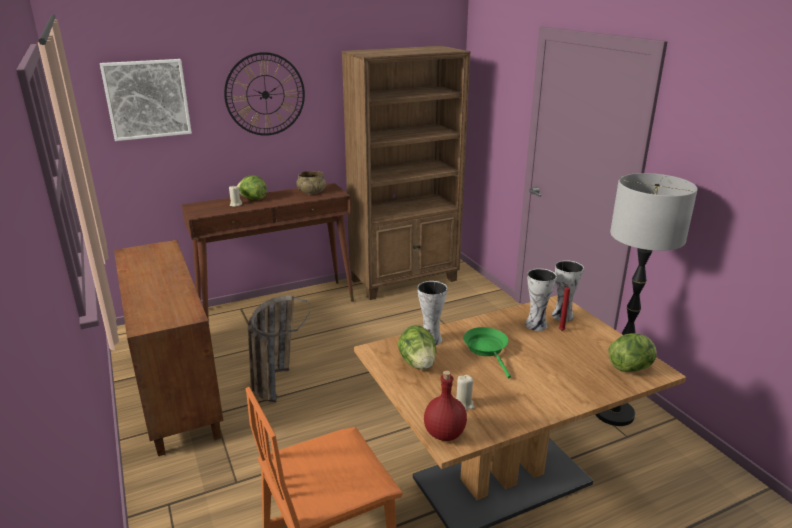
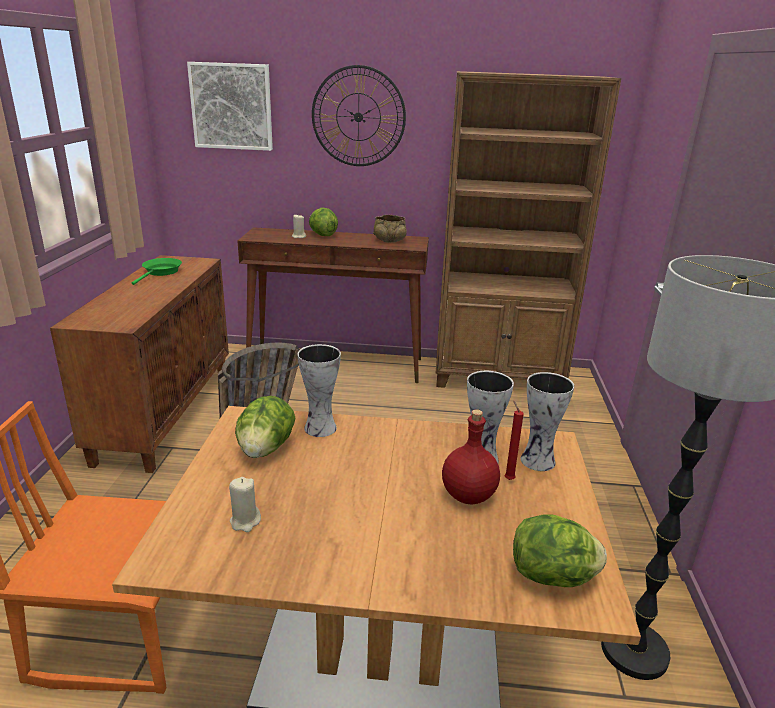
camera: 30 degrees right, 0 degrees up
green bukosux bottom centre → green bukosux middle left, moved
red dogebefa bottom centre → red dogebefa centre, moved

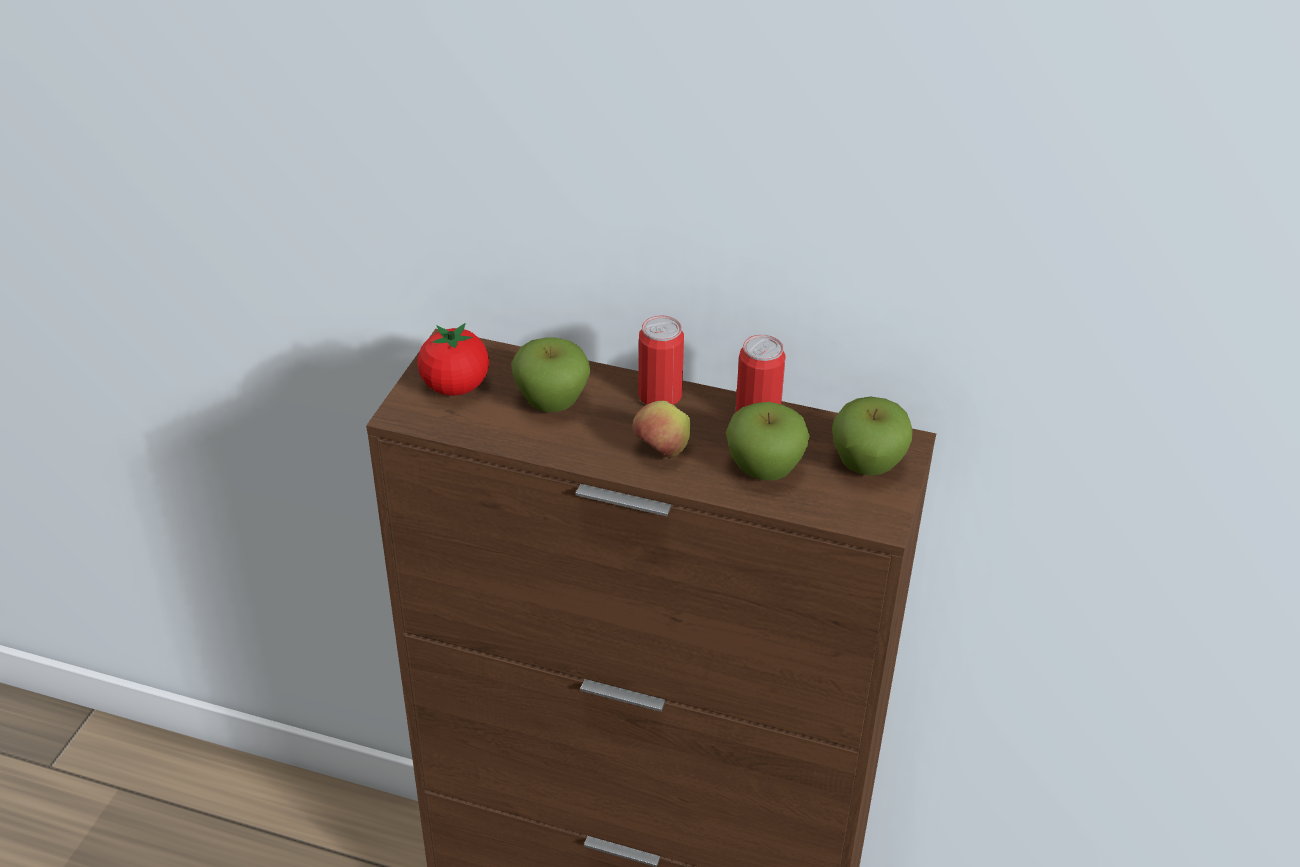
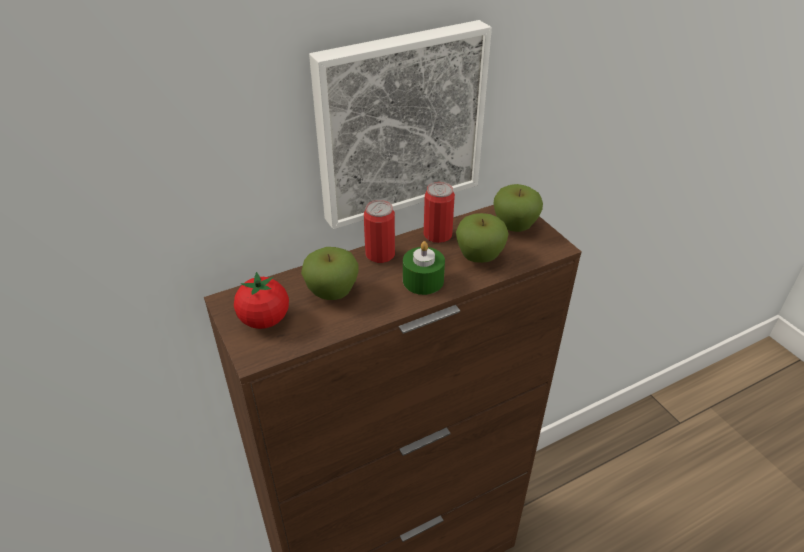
camera: 45 degrees left, 0 degrees up
- → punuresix top centre
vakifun (2nd from left) centre → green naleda centre

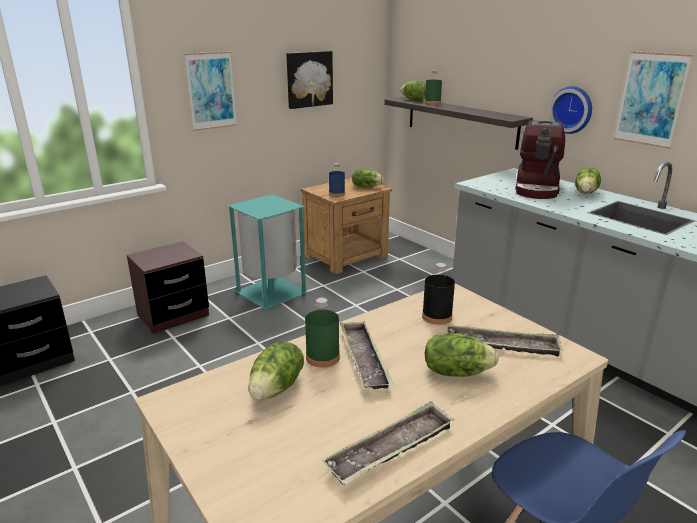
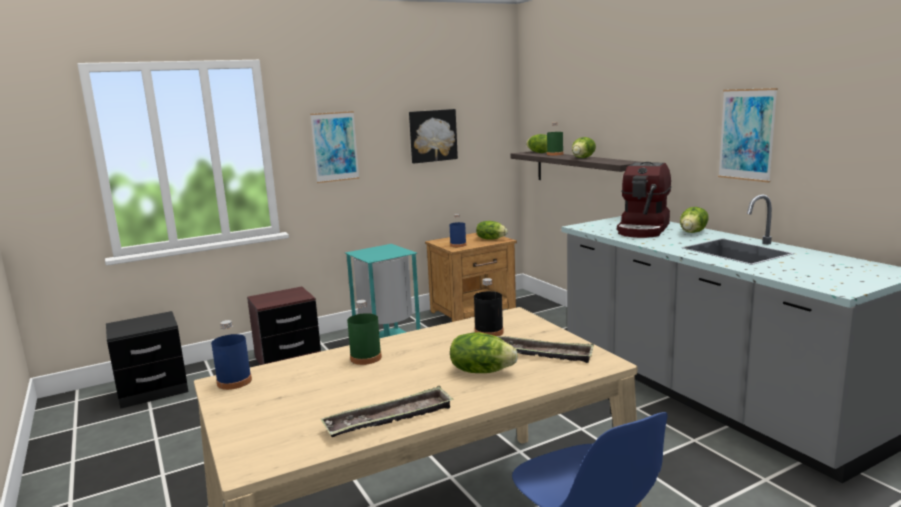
camera: 10 degrees right, 10 degrees down
- → blue dogebefa (1st from left) bottom left
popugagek (1st from left in the first image) bottom centre → popugagek (4th from left) top centre, moved
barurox (1st from left) bottom centre → -
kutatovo top right → -

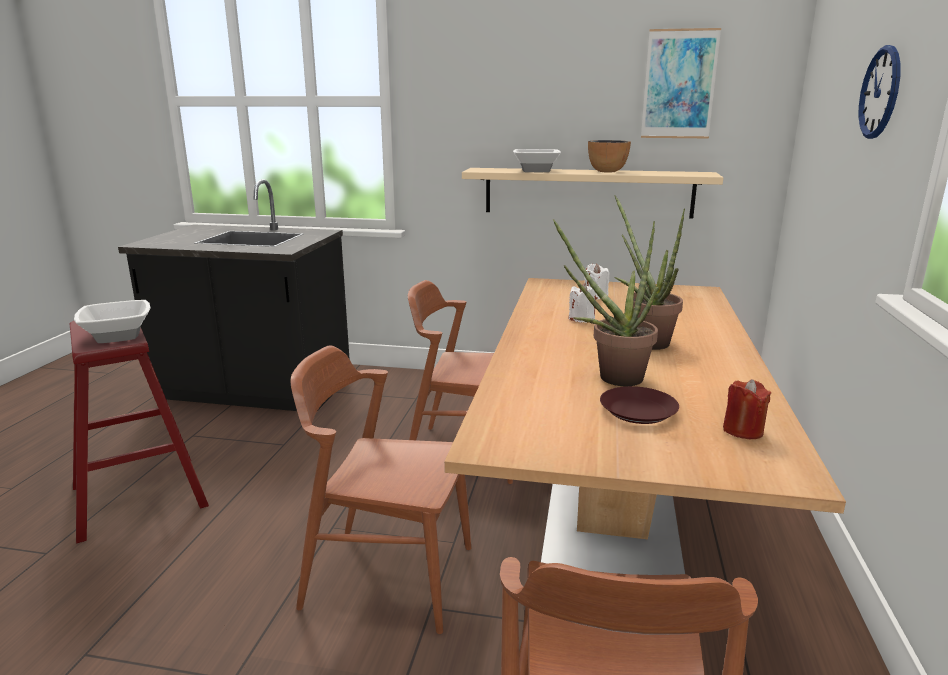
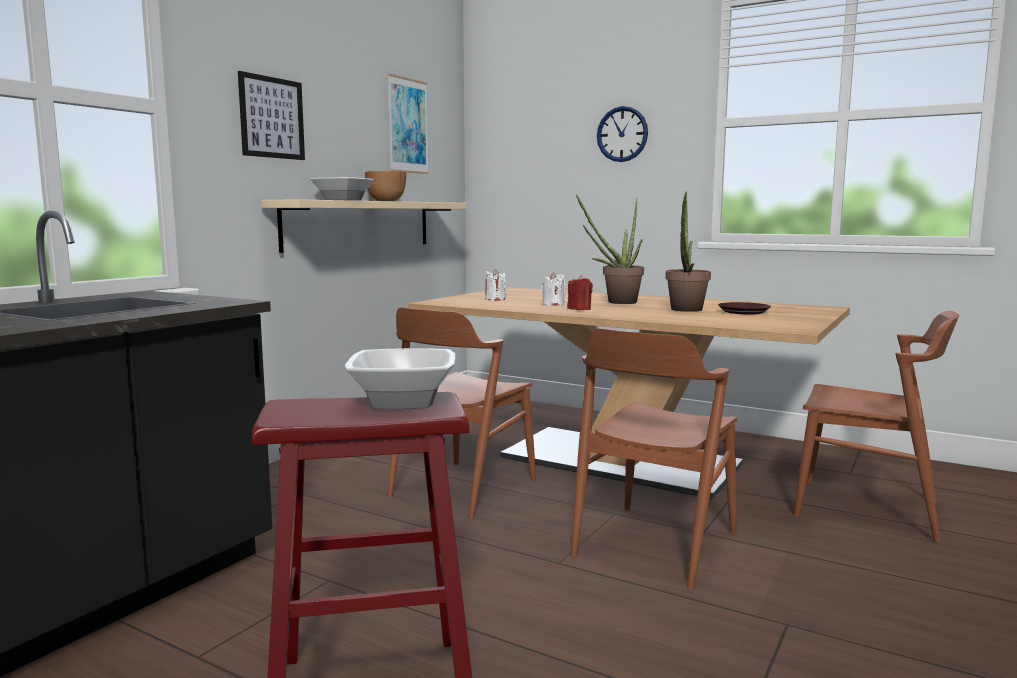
camera: 70 degrees left, 10 degrees down
- → punuresix (1st from left) top left
red naleda middle right → red naleda centre, moved

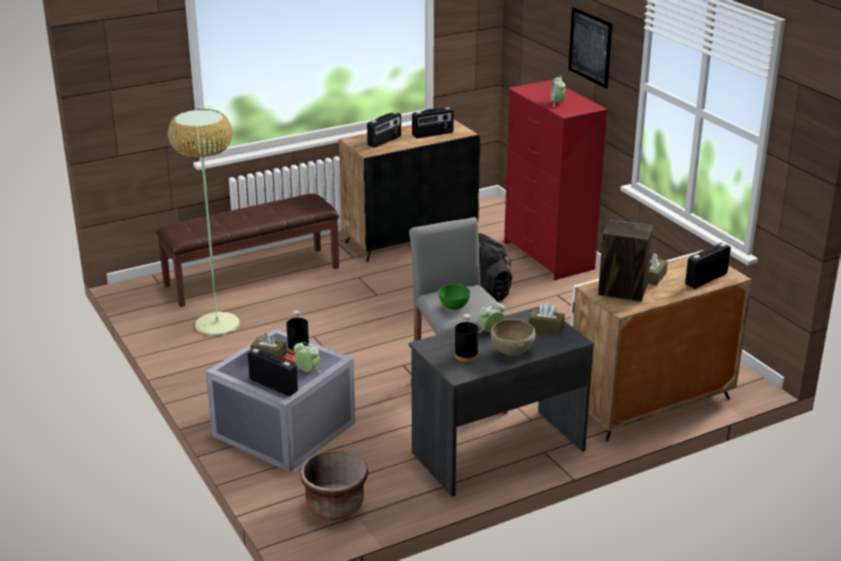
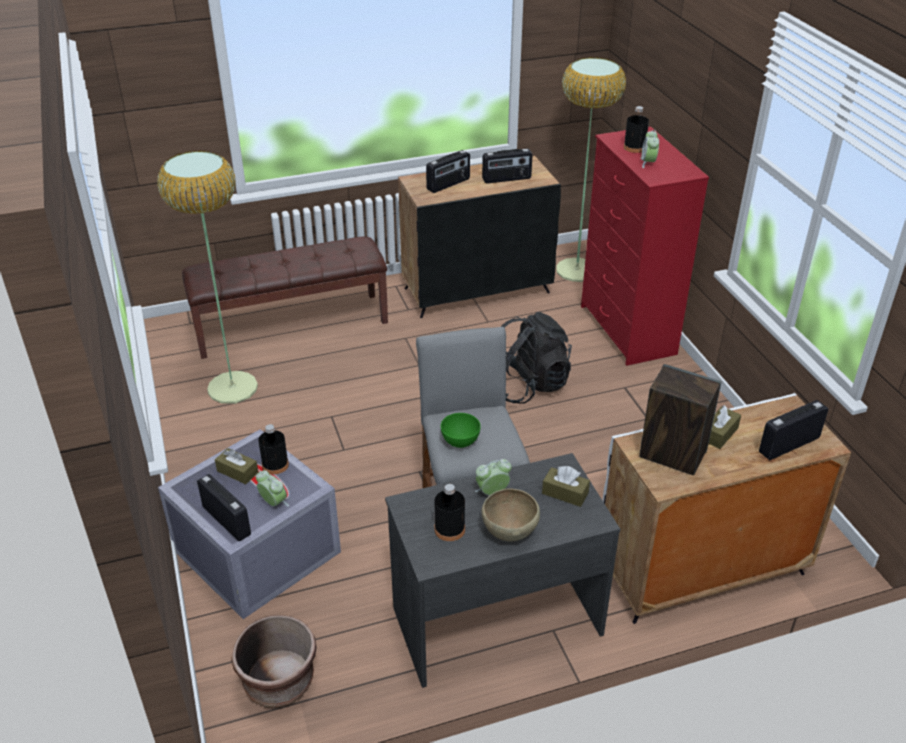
camera: 10 degrees right, 10 degrees up
- → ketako (2nd from left) top centre
- → black dogebefa (3rd from left) top right
punuresix top right → -

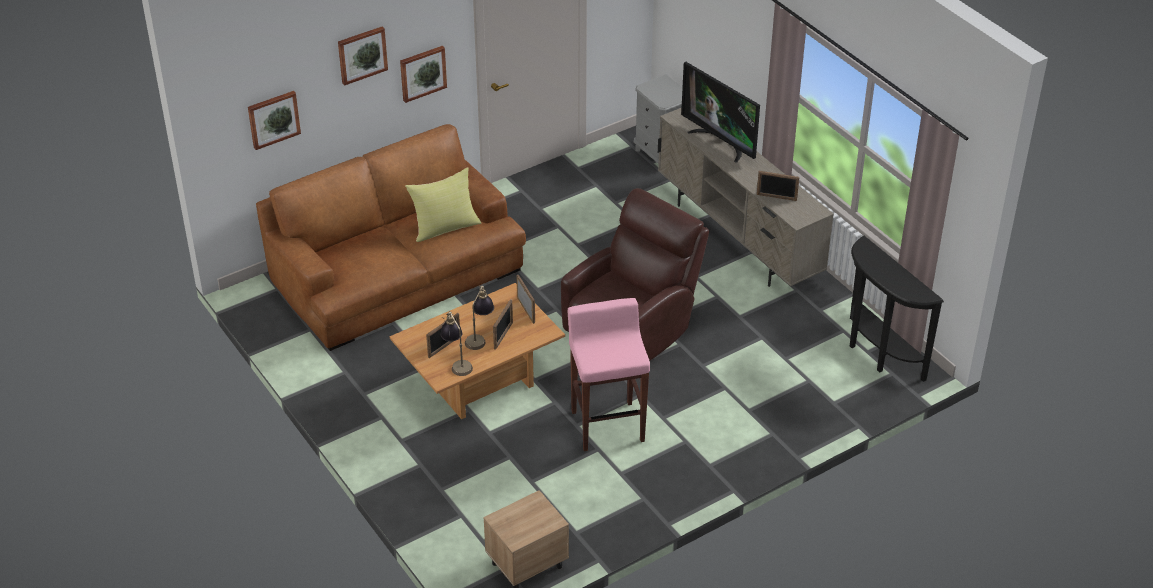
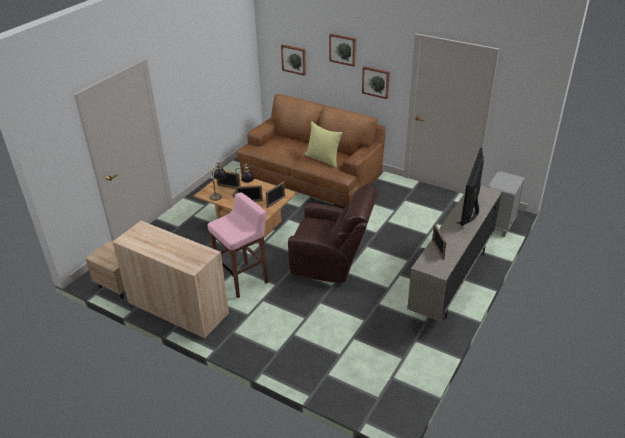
camera: 65 degrees right, 5 degrees down
- → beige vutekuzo middle left
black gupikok middle right → -

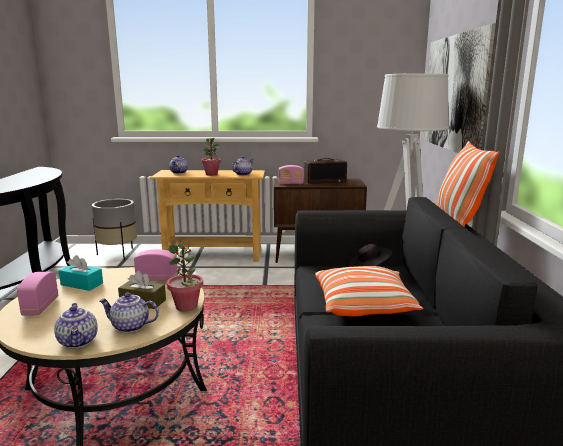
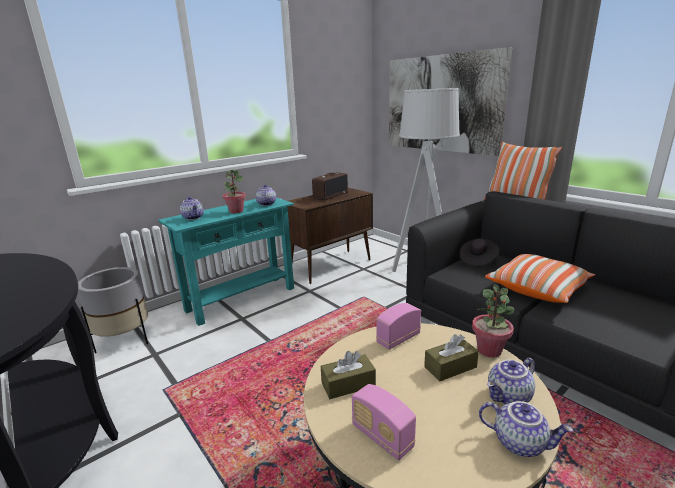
camera: 40 degrees left, 5 degrees up
beige gupikok centre → turquoise gupikok centre
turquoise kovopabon middle left → brown kovopabon (1st from left) bottom centre
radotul (3rd from left) centre → -

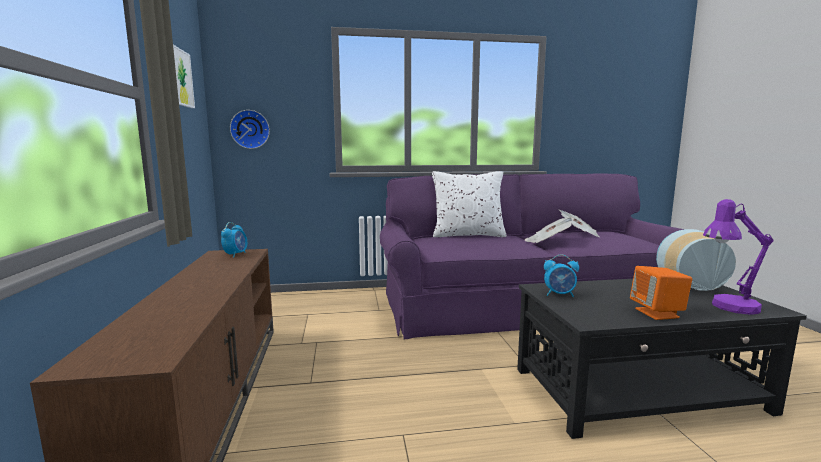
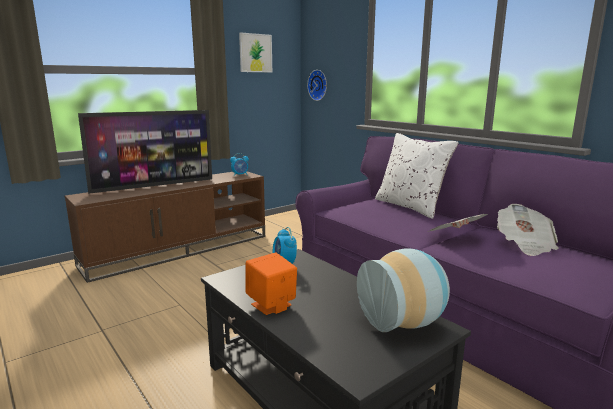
camera: 60 degrees right, 5 degrees up
- → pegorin middle left
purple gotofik middle right → -

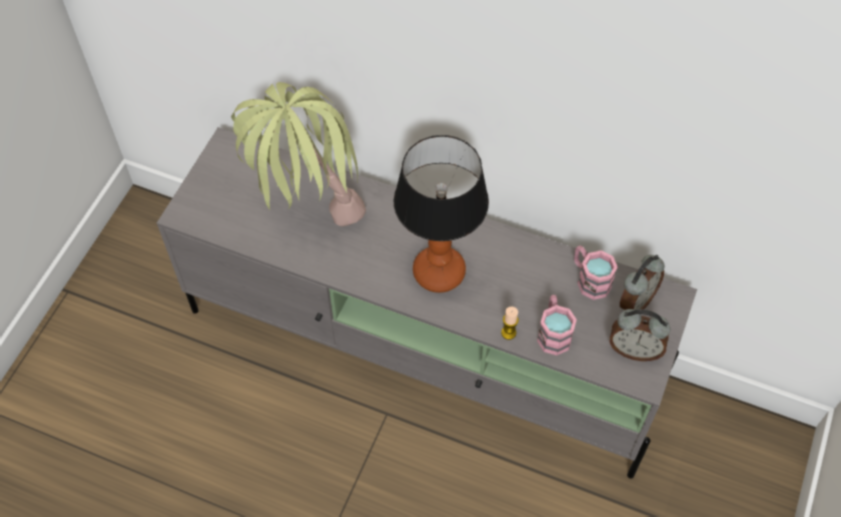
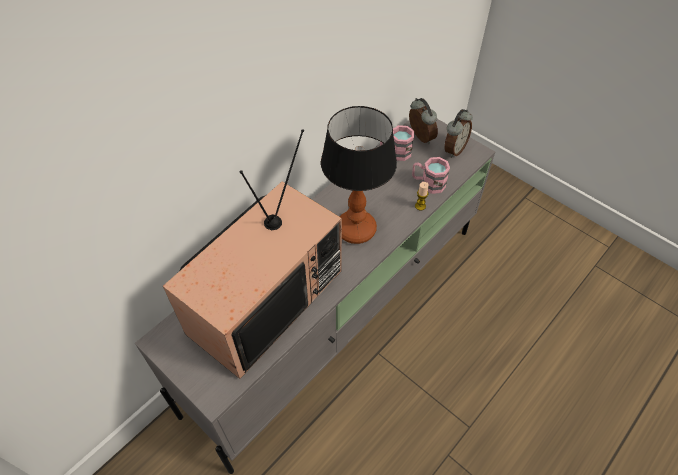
camera: 70 degrees left, 5 degrees down
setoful top centre → pegorin centre

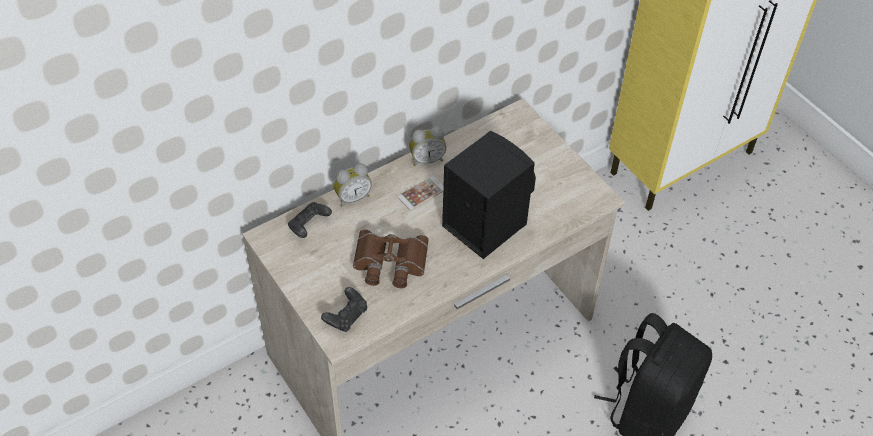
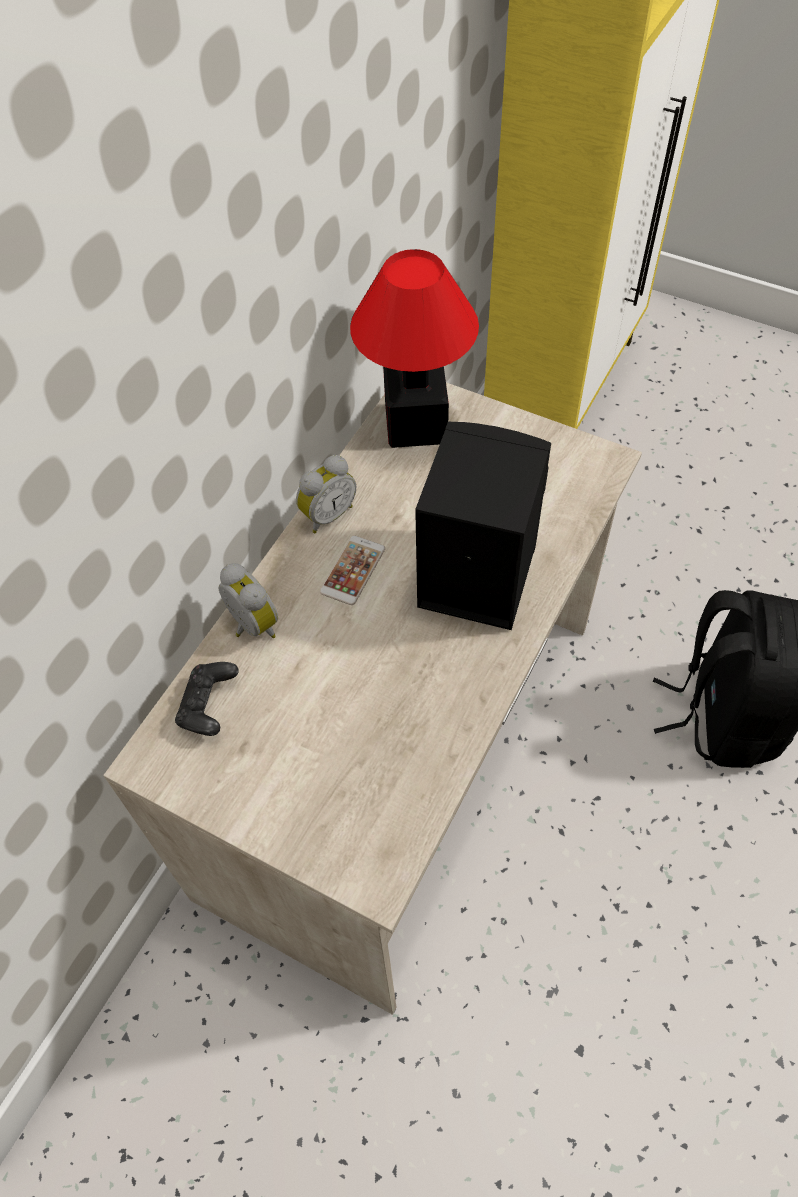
camera: 25 degrees left, 5 degrees up
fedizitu (1st from left) centre → fedizitu (1st from left) middle left, 75 degrees counterclockwise
- → gotofik top centre
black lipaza (2nd from left) bottom centre → -
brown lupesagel centre → -

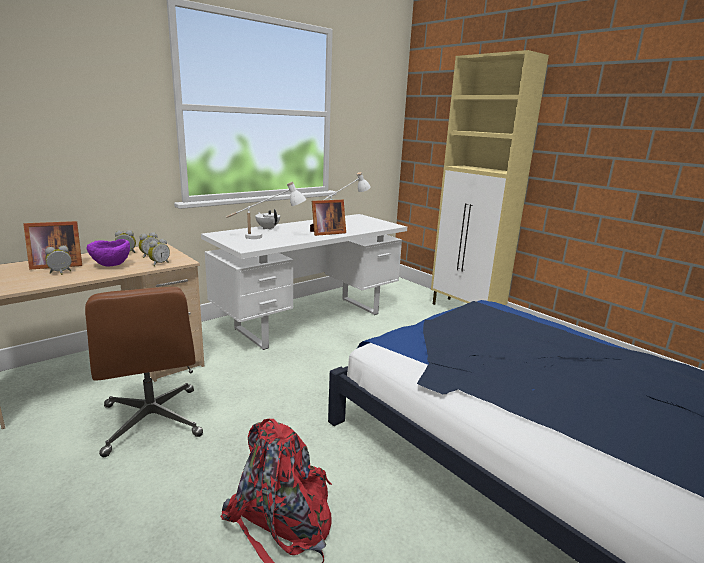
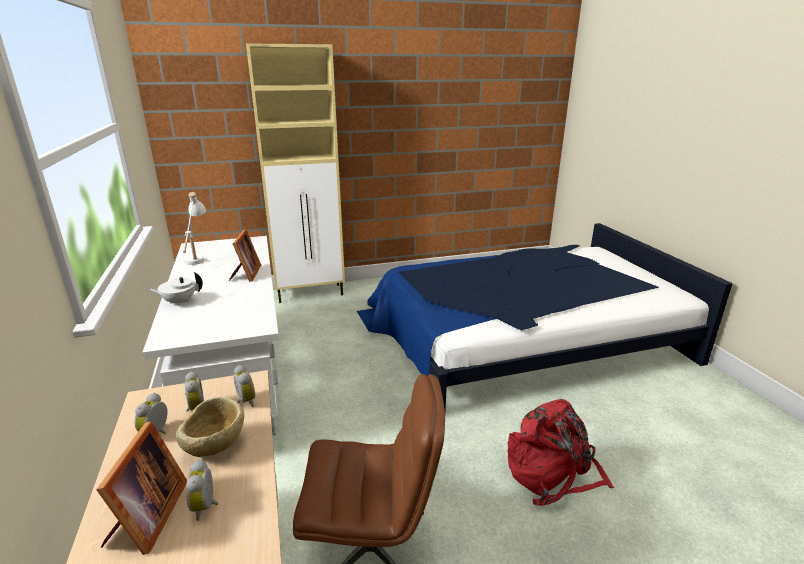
camera: 65 degrees left, 5 degrees up
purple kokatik middle left → beige kokatik bottom left
white gotofik (1st from left) centre → -

